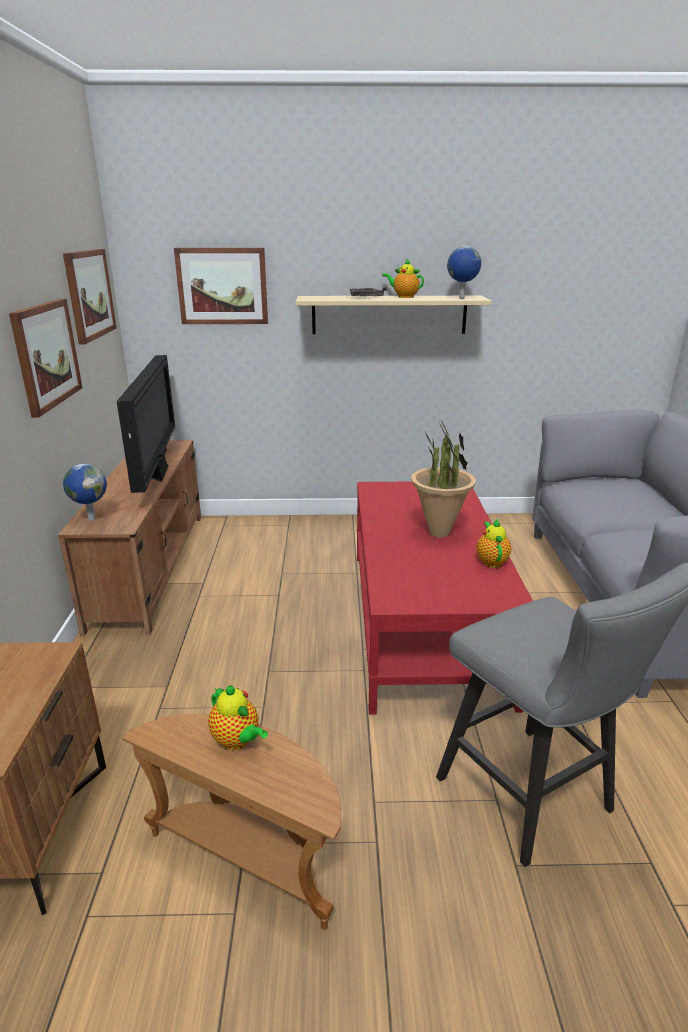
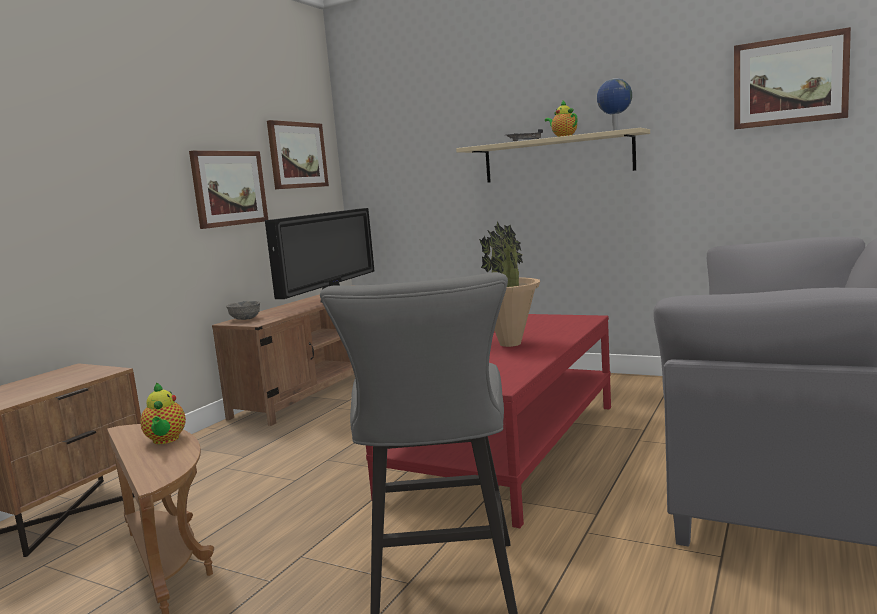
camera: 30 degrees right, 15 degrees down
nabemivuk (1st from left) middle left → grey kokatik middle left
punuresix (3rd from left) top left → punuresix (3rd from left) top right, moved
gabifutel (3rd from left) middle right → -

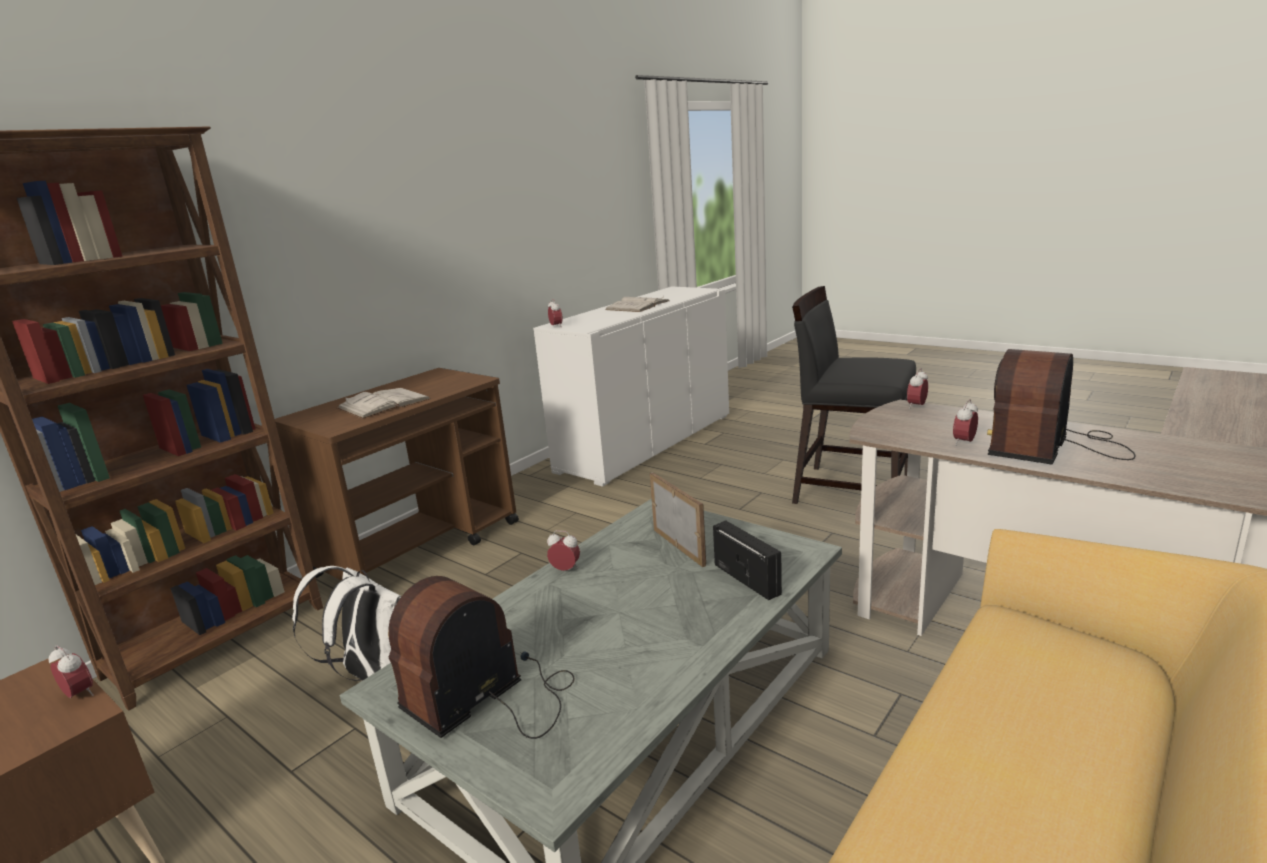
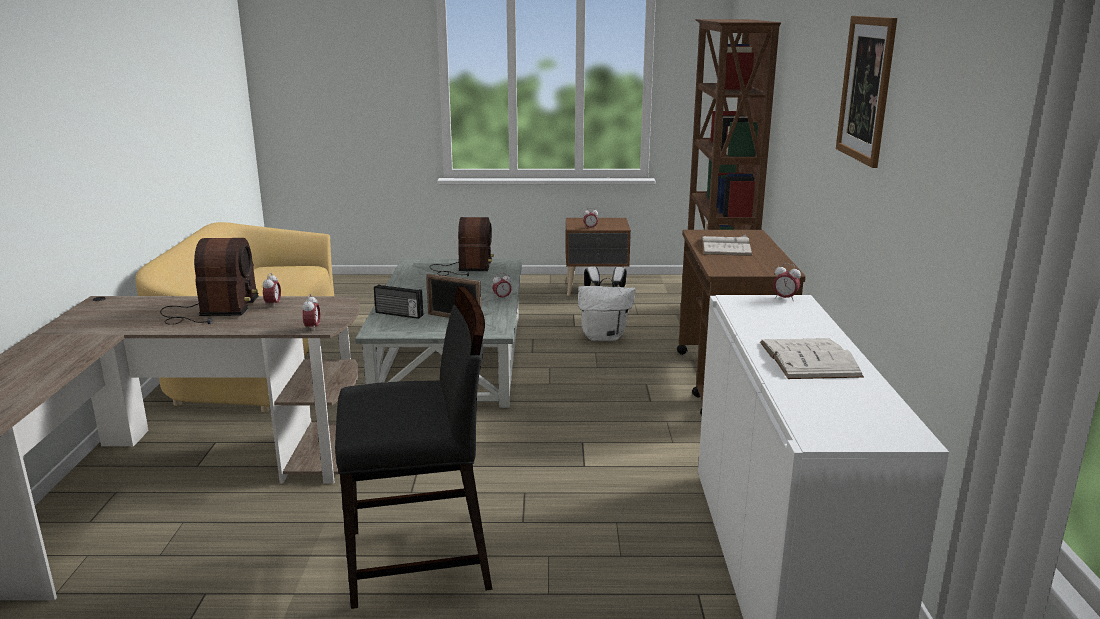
camera: 140 degrees right, 0 degrees up
- → punuresix top right

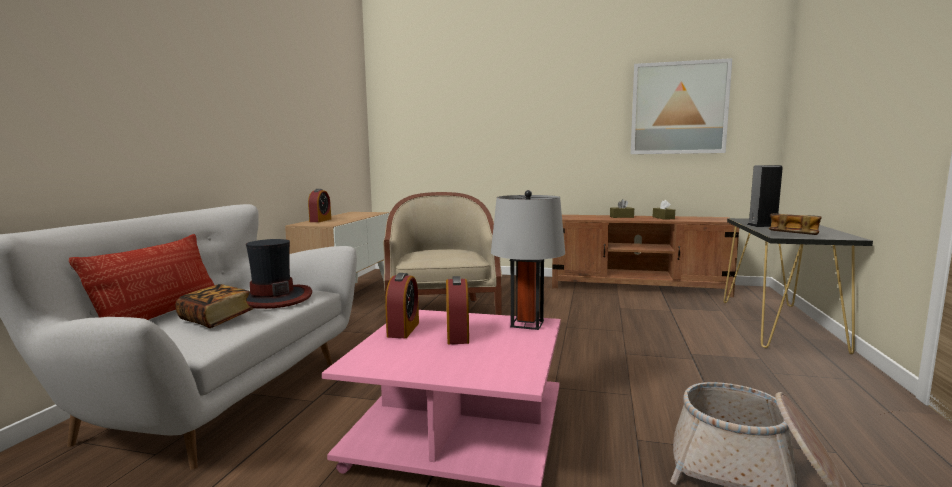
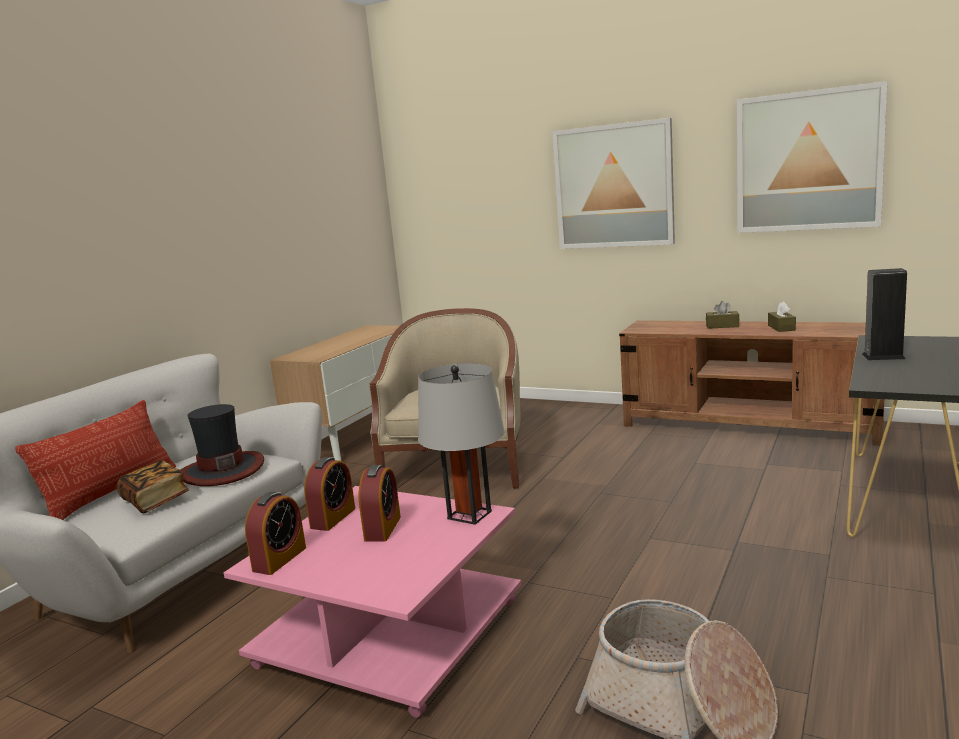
camera: 15 degrees right, 5 degrees up
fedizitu (1st from left) centre → fedizitu (1st from left) bottom left, moved
- → punuresix (1st from left) top centre
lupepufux (2nd from left) middle right → -

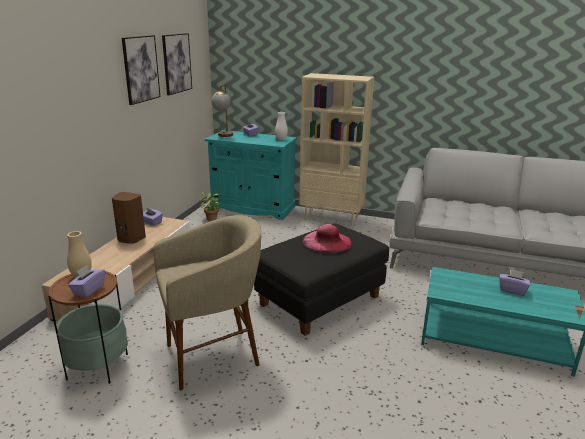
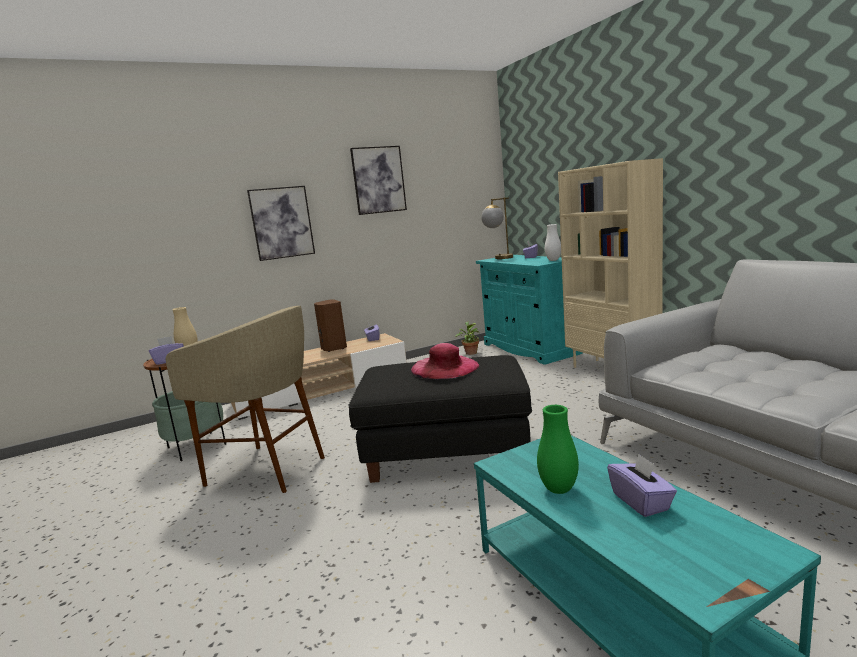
camera: 45 degrees right, 10 degrees down
punuresix (2nd from left in the first image) top left → punuresix (1st from left) middle left, moved
- → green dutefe bottom centre

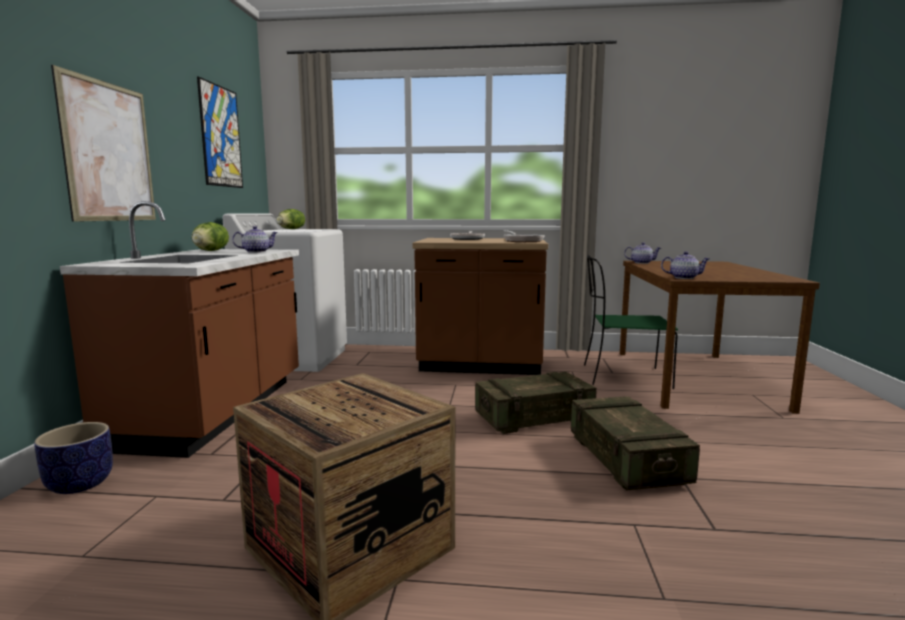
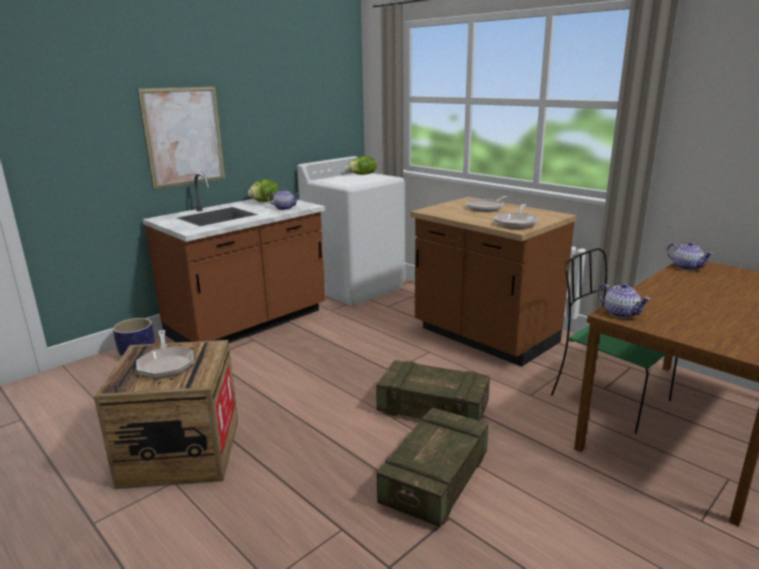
camera: 40 degrees right, 10 degrees up
- → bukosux (1st from left) middle left
punuresix (2nd from left) top left → -

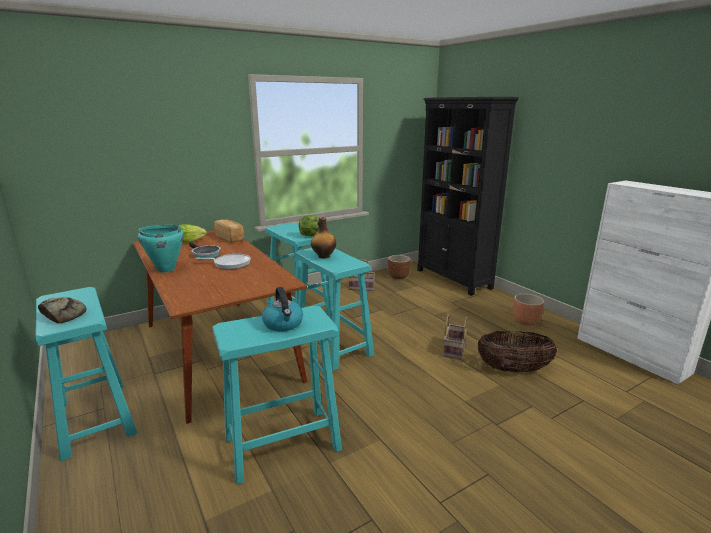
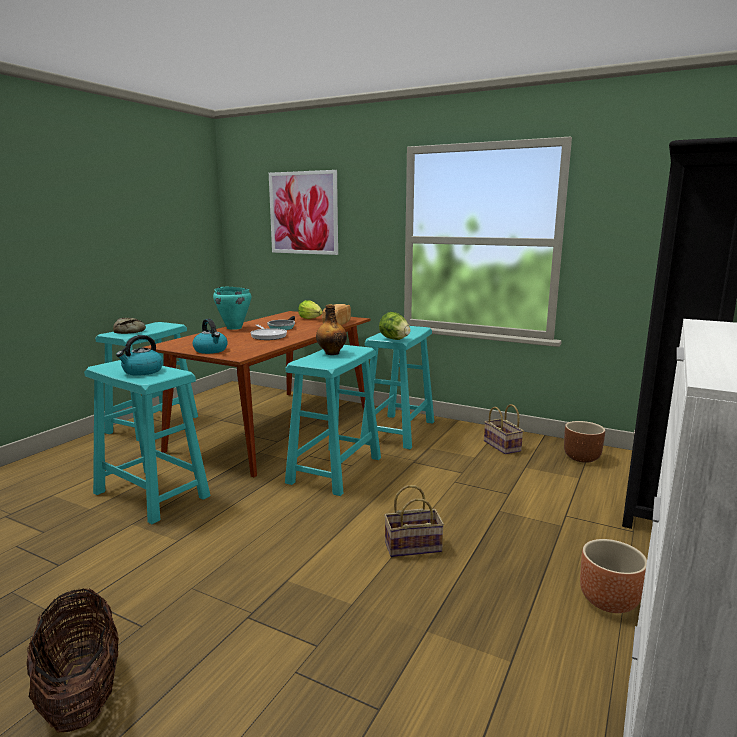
camera: 60 degrees right, 5 degrees down
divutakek (3rd from left in the first image) middle right → divutakek (1st from left) bottom left, moved
- → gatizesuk (2nd from left) middle left
- → punuresix top centre

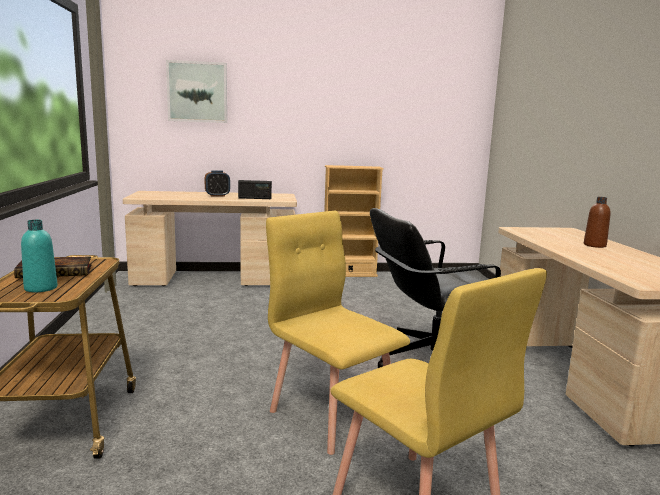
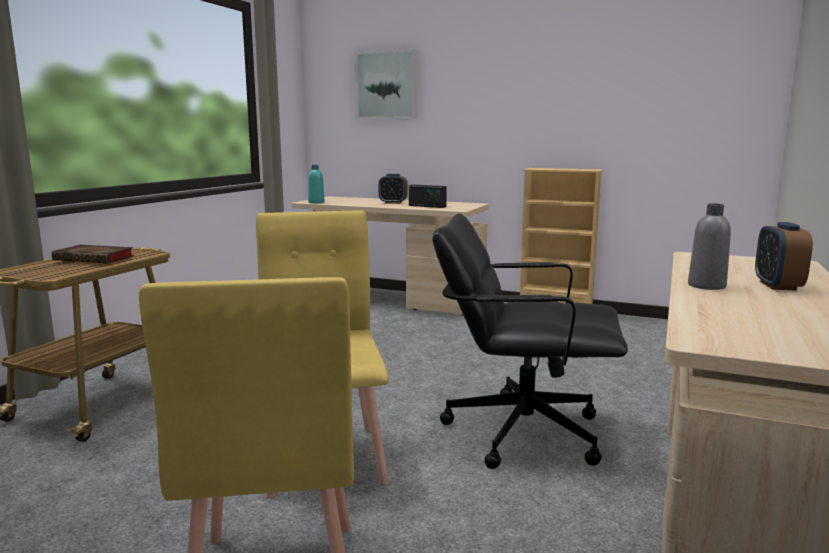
camera: 30 degrees right, 0 degrees up
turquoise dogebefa middle left → turquoise dogebefa top centre, moved
- → grey dogebefa middle right
brown dogebefa middle right → fedizitu (2nd from left) middle right

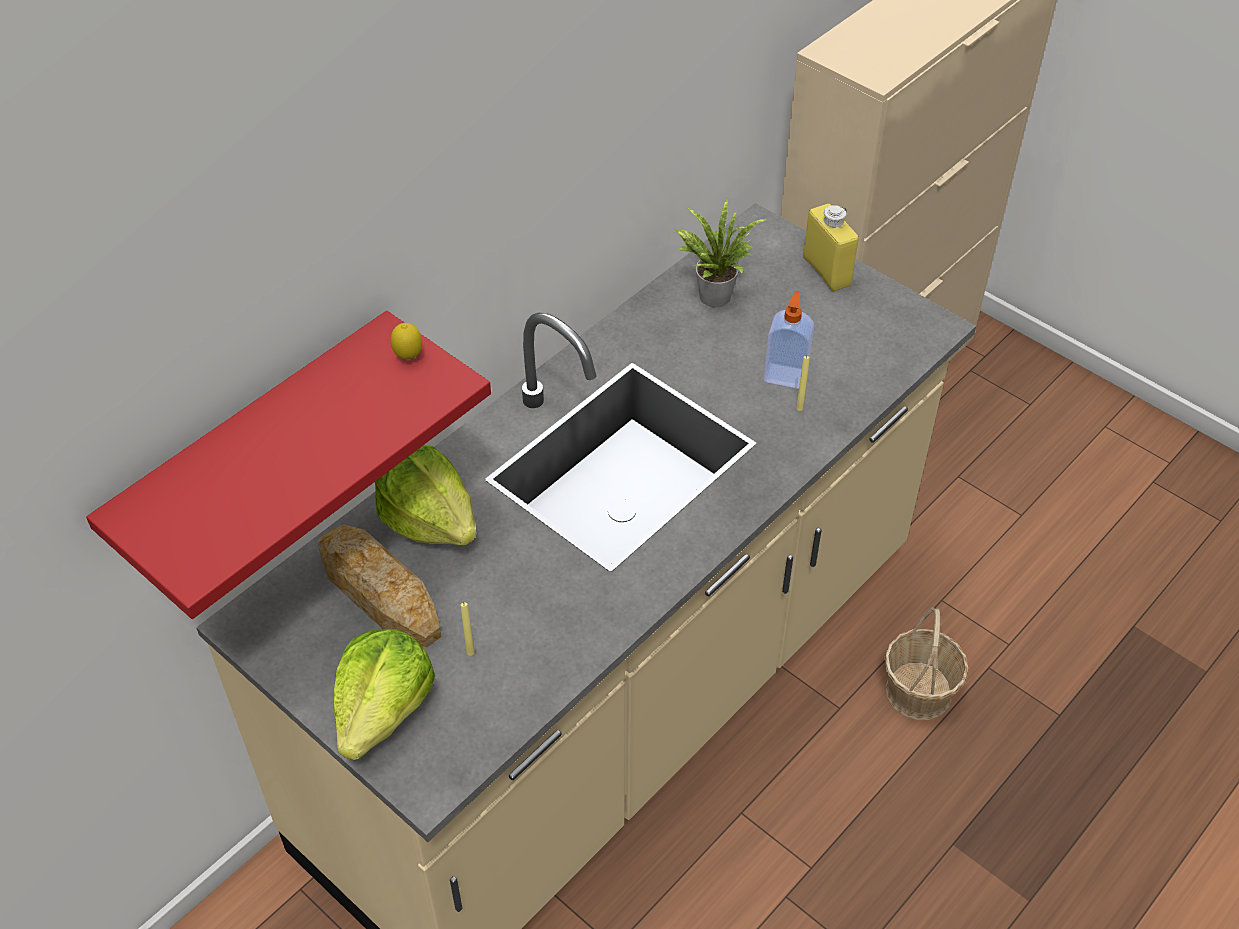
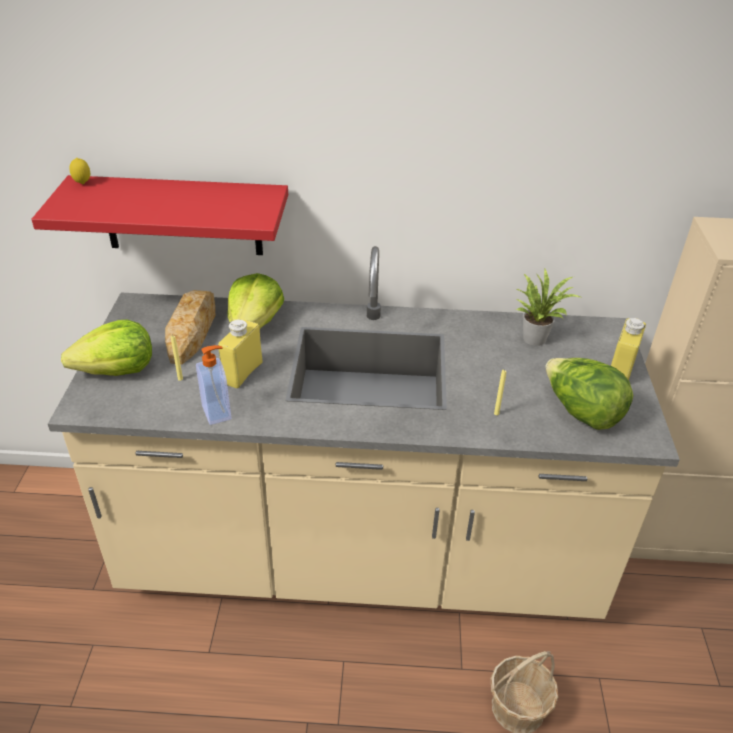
camera: 50 degrees right, 10 degrees down
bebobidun middle left → bebobidun top left, moved
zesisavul centre → zesisavul middle left, moved
- → yellow dogebefa (1st from left) middle left
- → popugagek (3rd from left) middle right

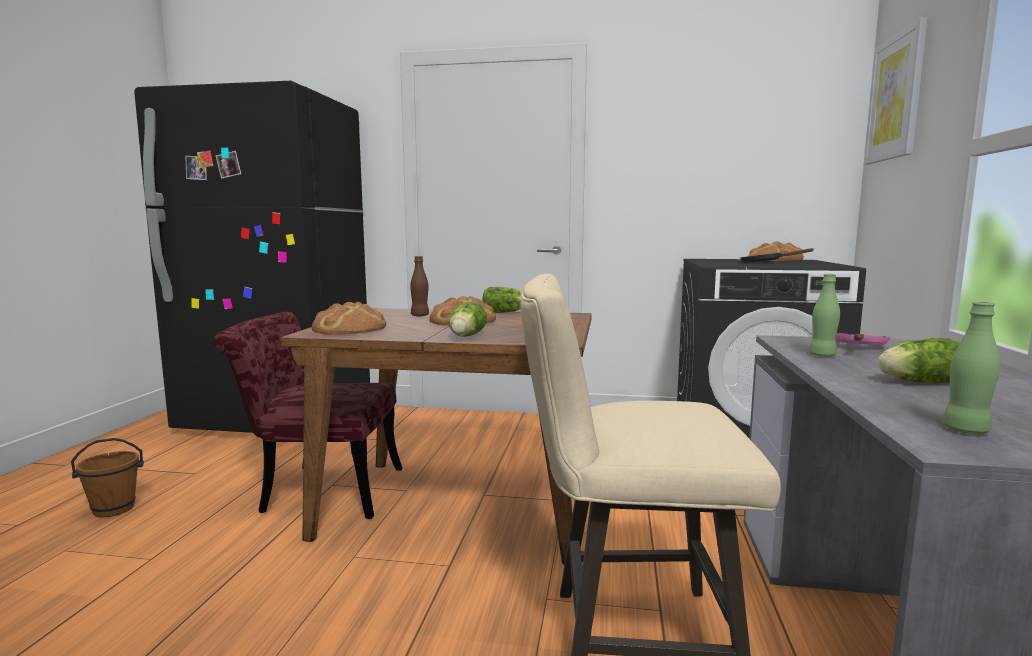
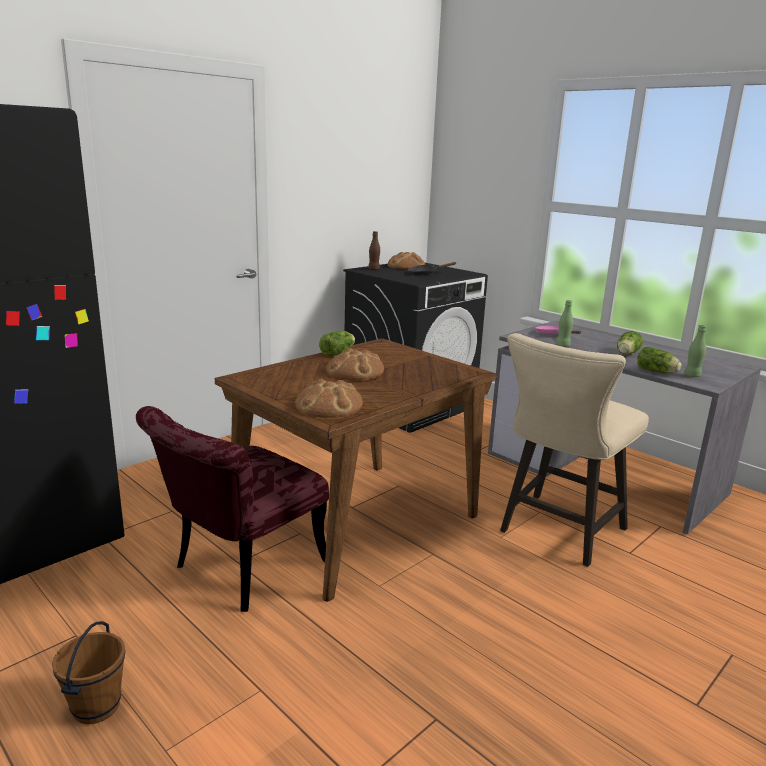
camera: 55 degrees left, 10 degrees up
brown dogebefa centre → brown dogebefa top centre, moved
popugagek (1st from left in the first image) centre → popugagek (3rd from left) middle right, moved
punuresix top right → -

